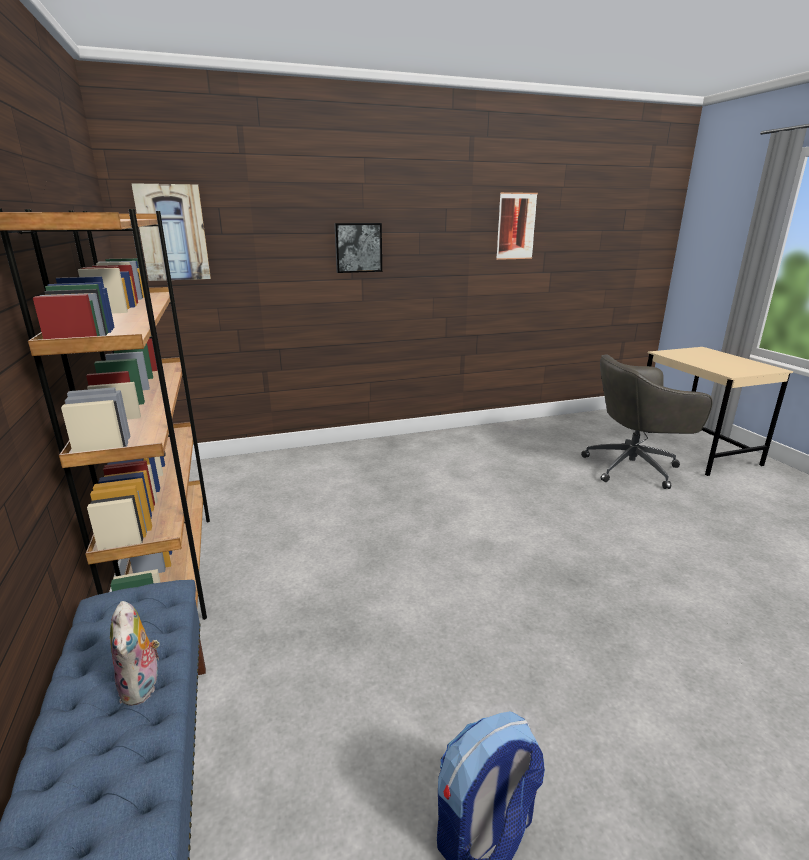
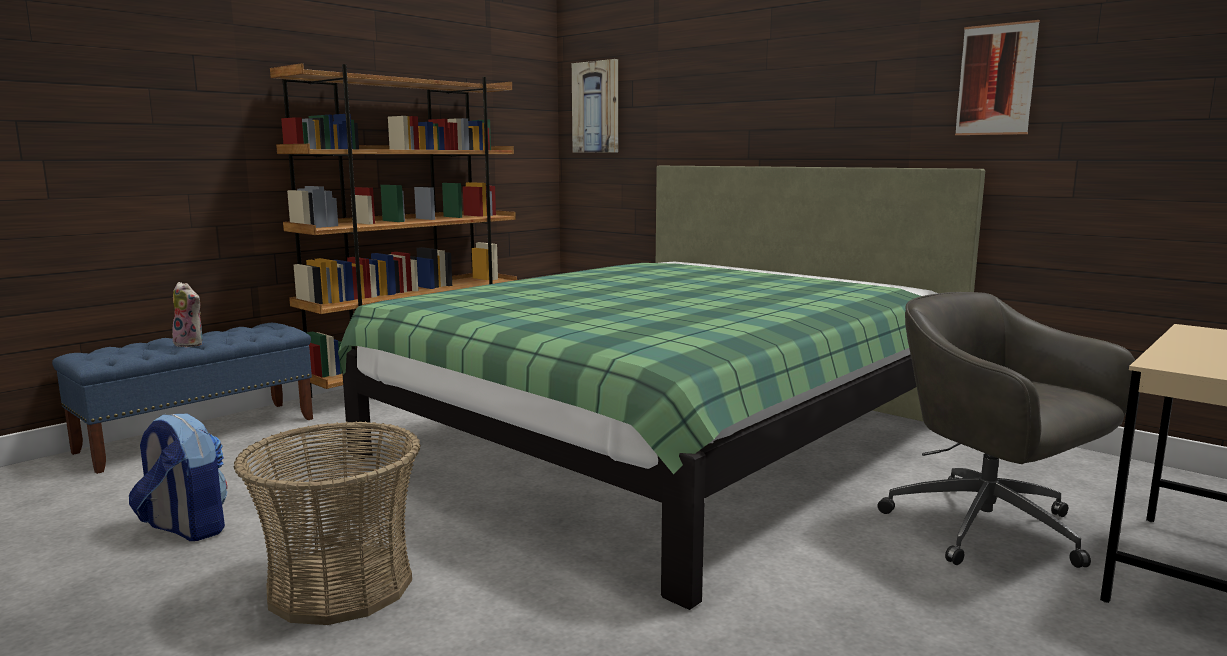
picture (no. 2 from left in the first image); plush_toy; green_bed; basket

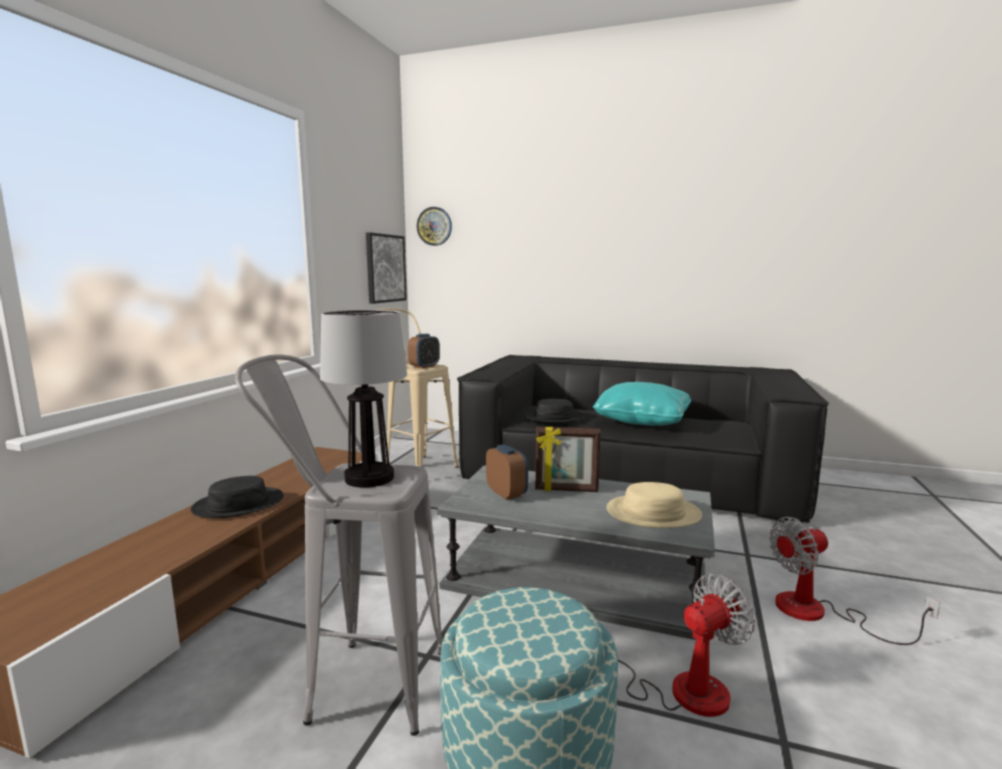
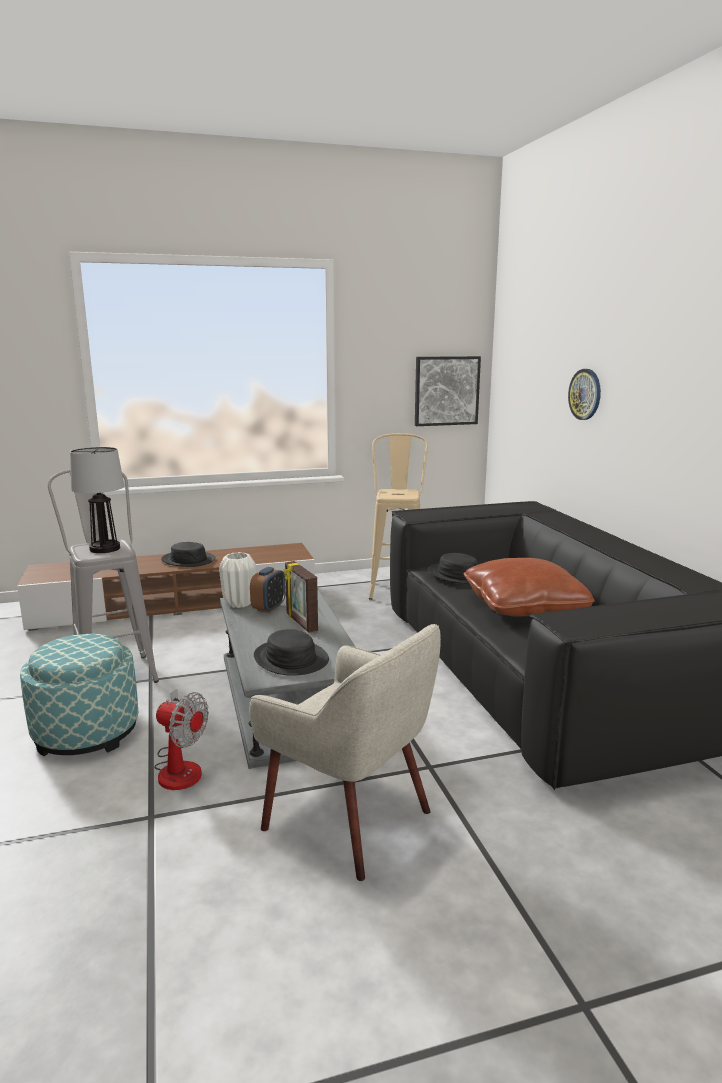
wall_clock; alarm_clock (no. 1 from left in the first image); brown_pillow; black_hat (no. 2 from left); beige_armchair; white_vase

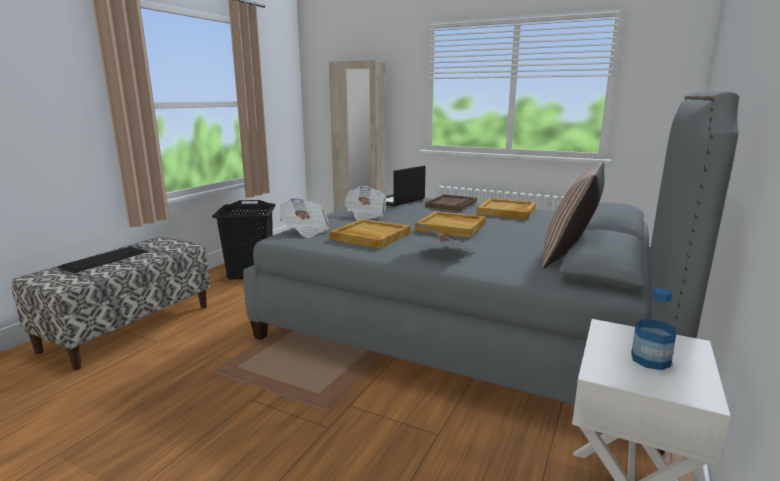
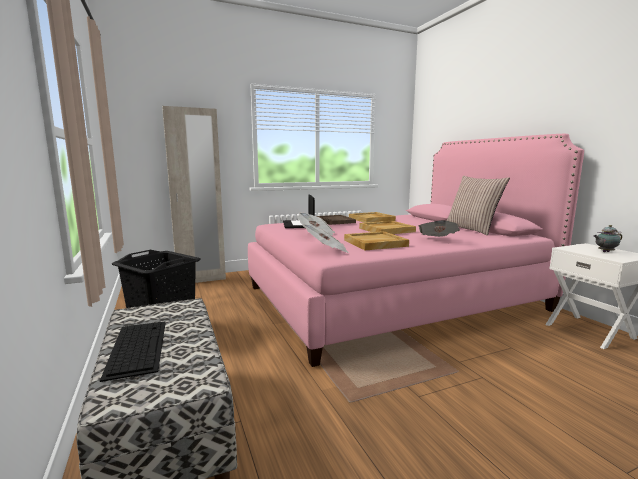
pink_bed; teapot

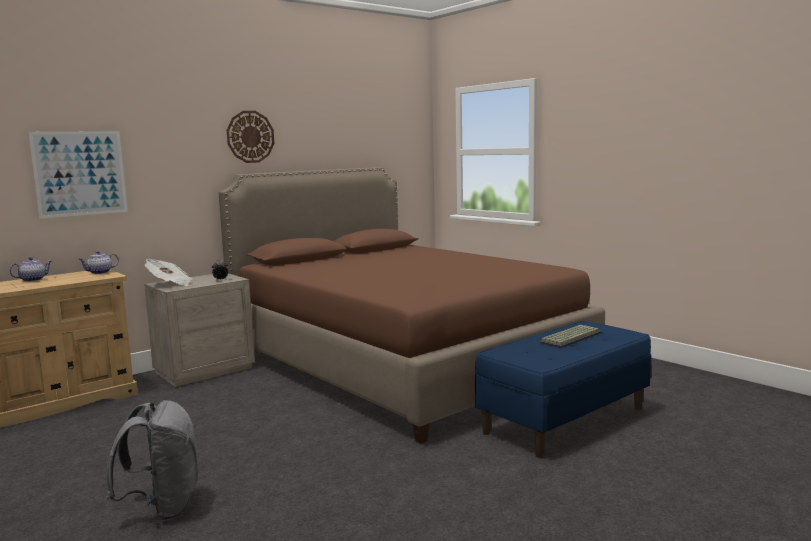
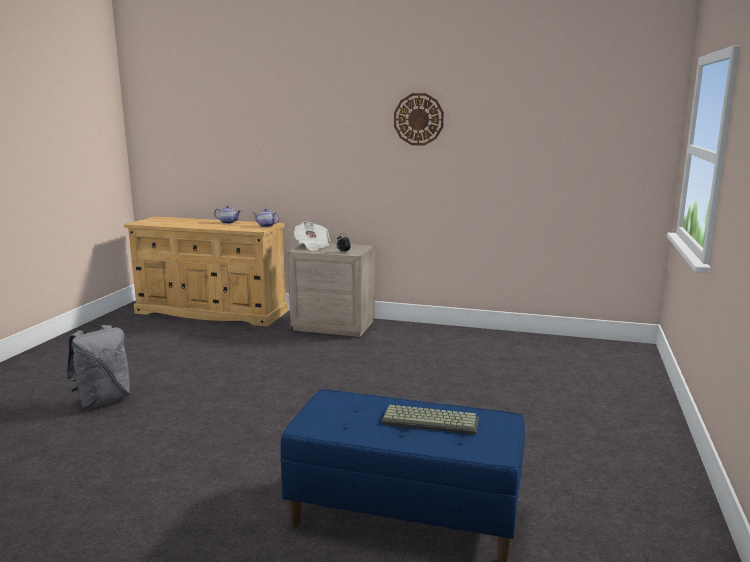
picture; brown_bed

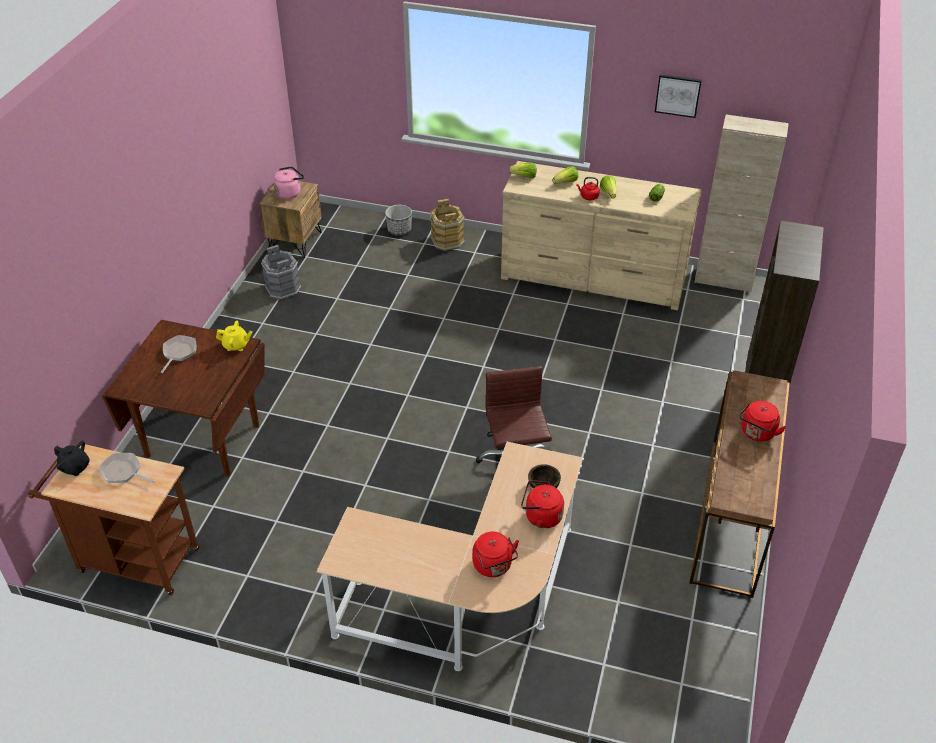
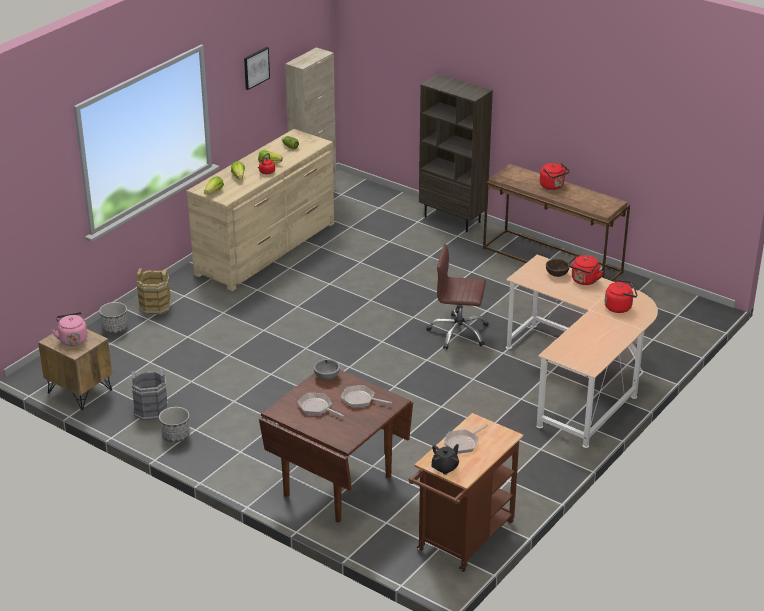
grey_bowl; frying_pan (no. 2 from left); planter (no. 2 from left)

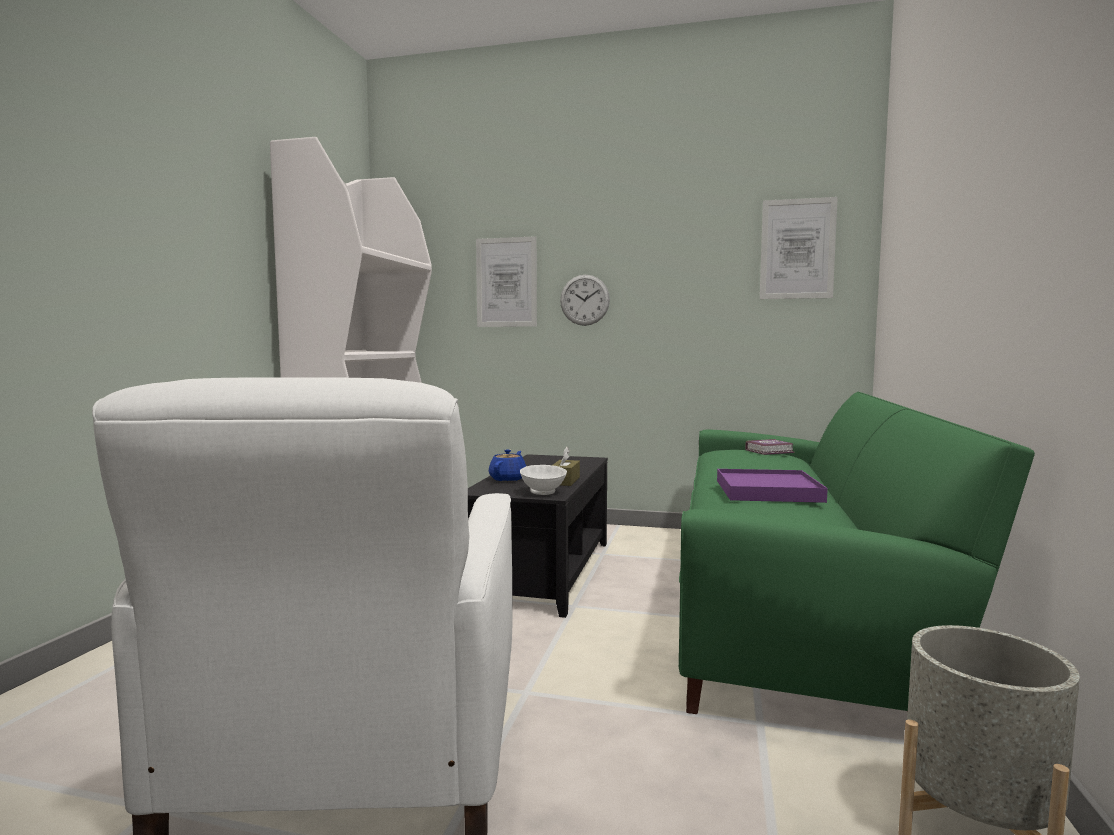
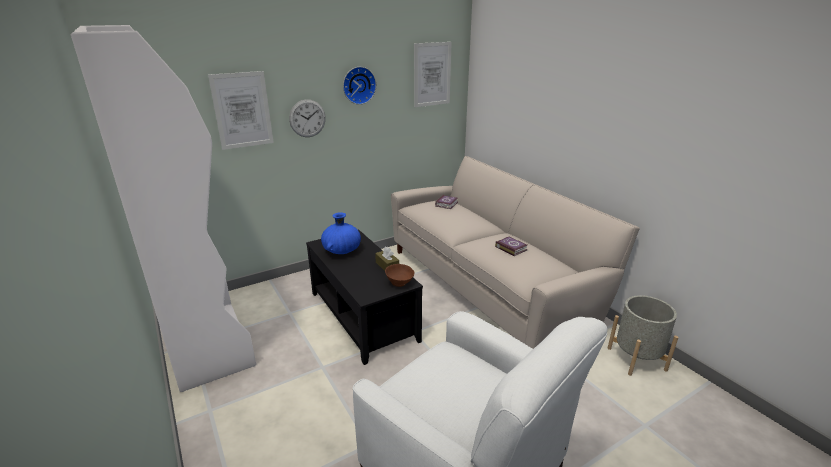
beige_sofa; blue_teapot; brown_bowl; book (no. 2 from left); wall_clock (no. 2 from left); blue_vase

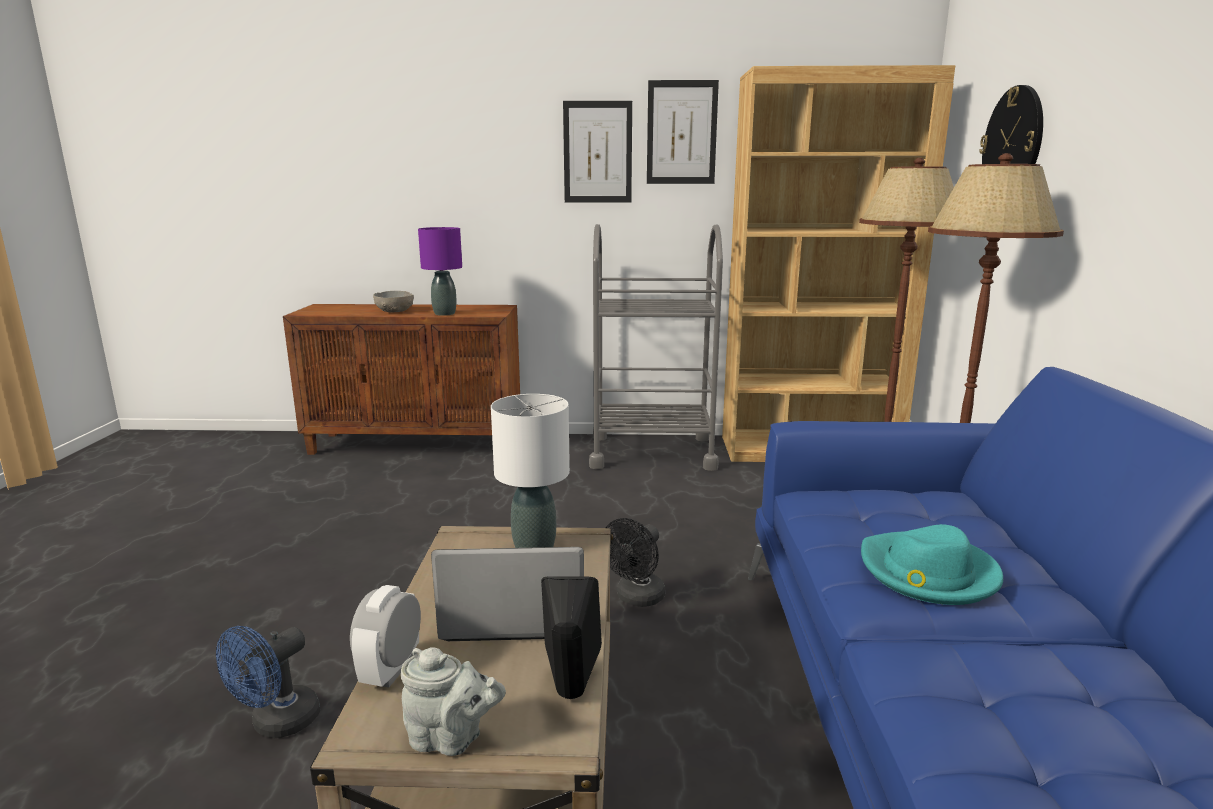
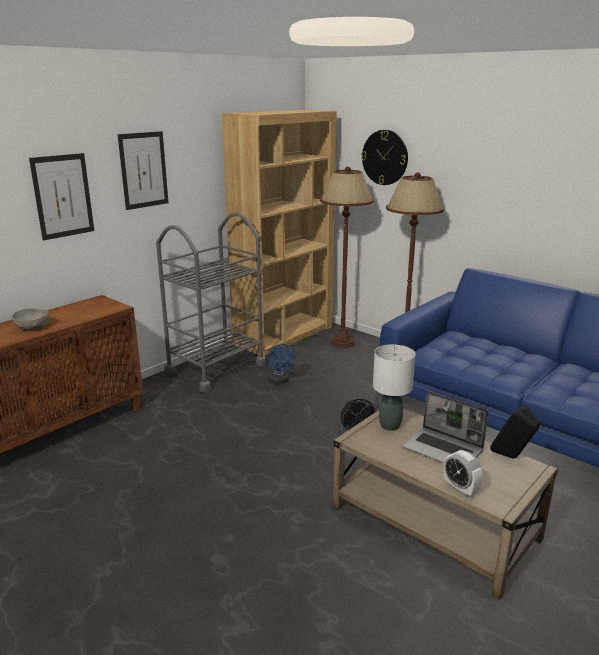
picture (no. 1 from left); purple_table_lamp; turquoise_hat; laptop; blue_fan; grey_teapot

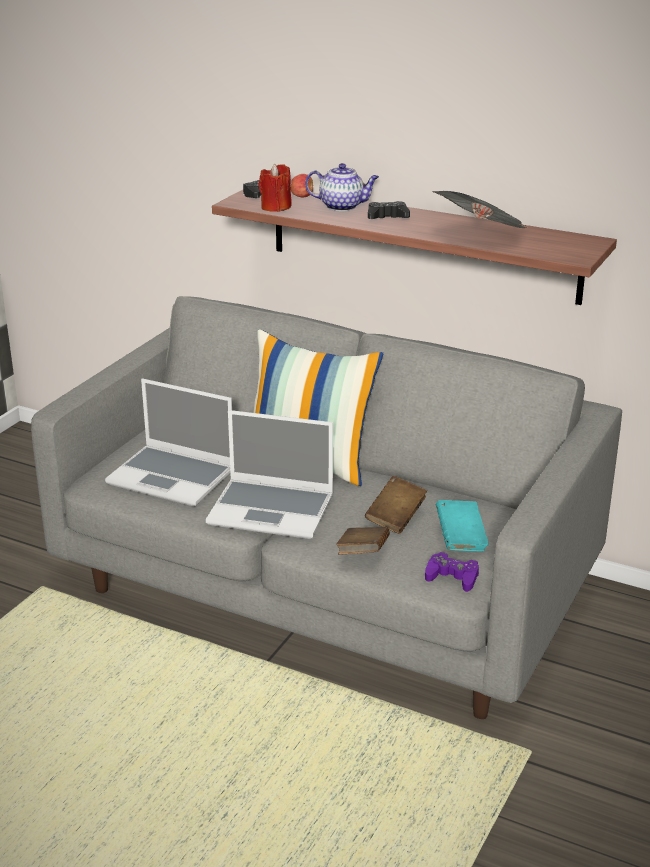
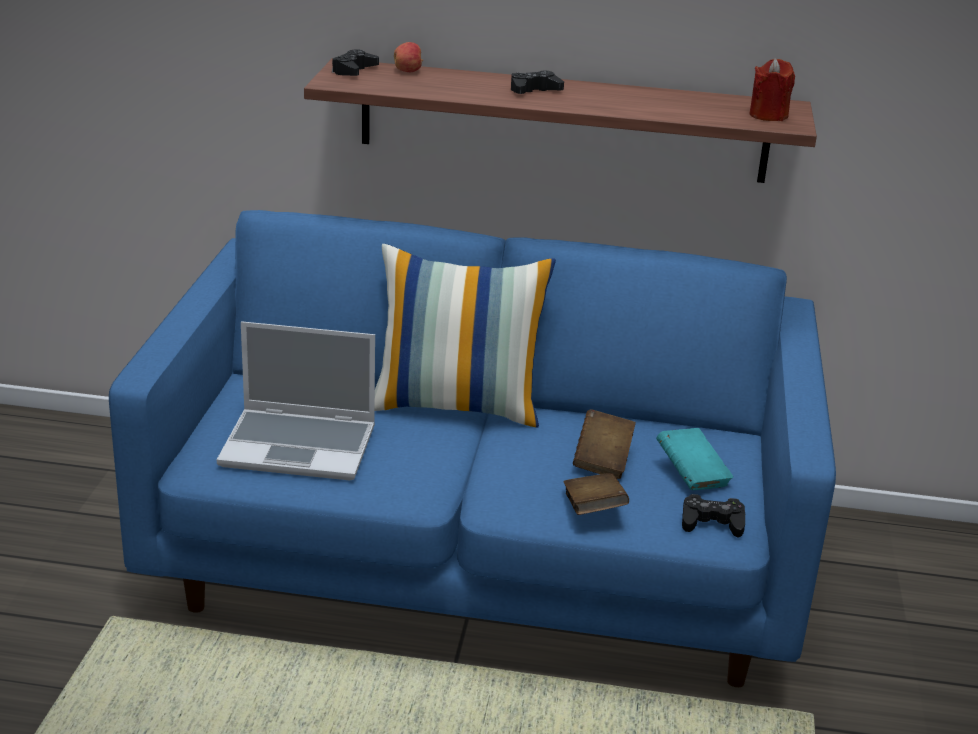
teapot; red_candle; newspaper; blue_sofa; laptop (no. 2 from left in the first image); black_game_controller (no. 3 from left)

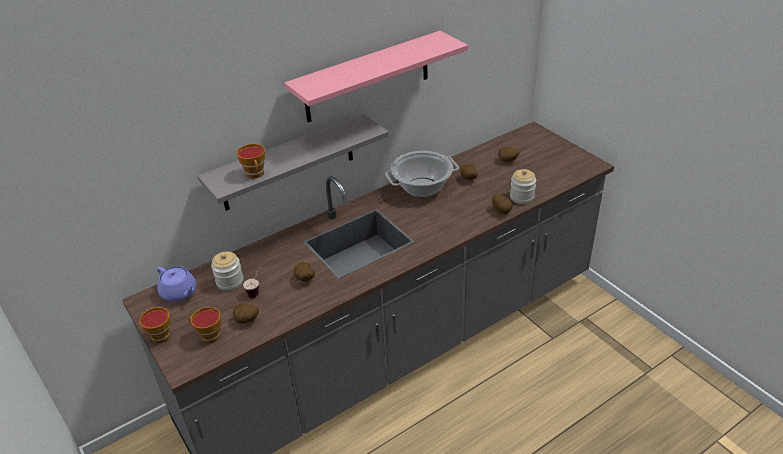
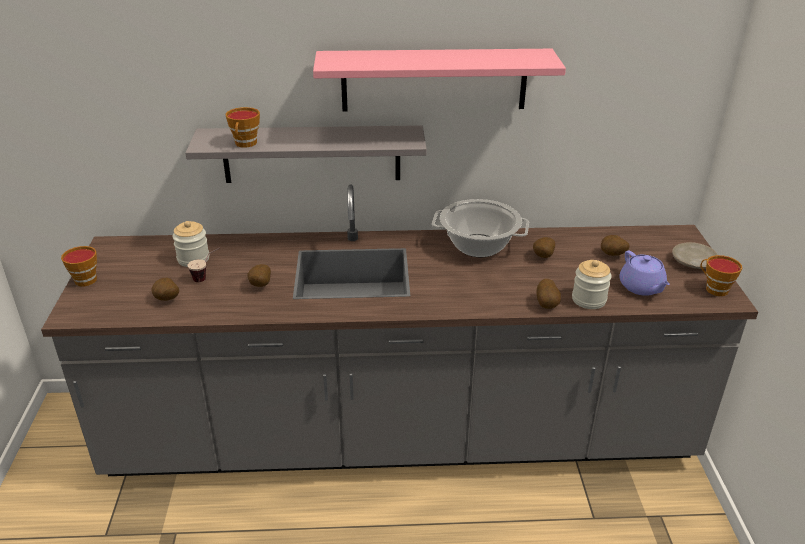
purple_teapot; cup (no. 4 from left); beige_plate

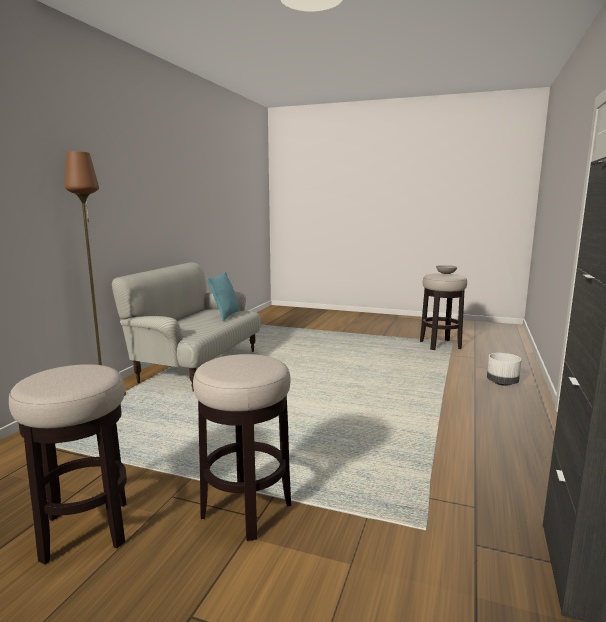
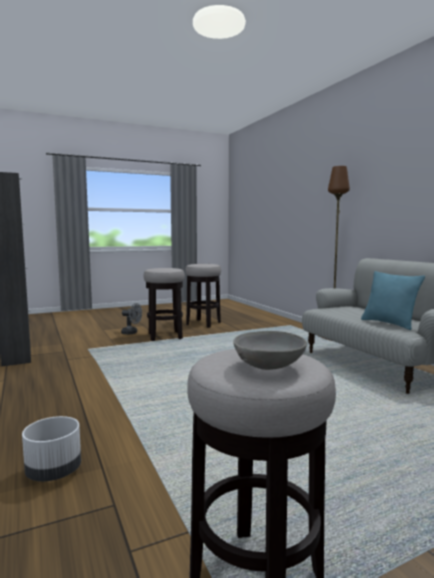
grey_fan

